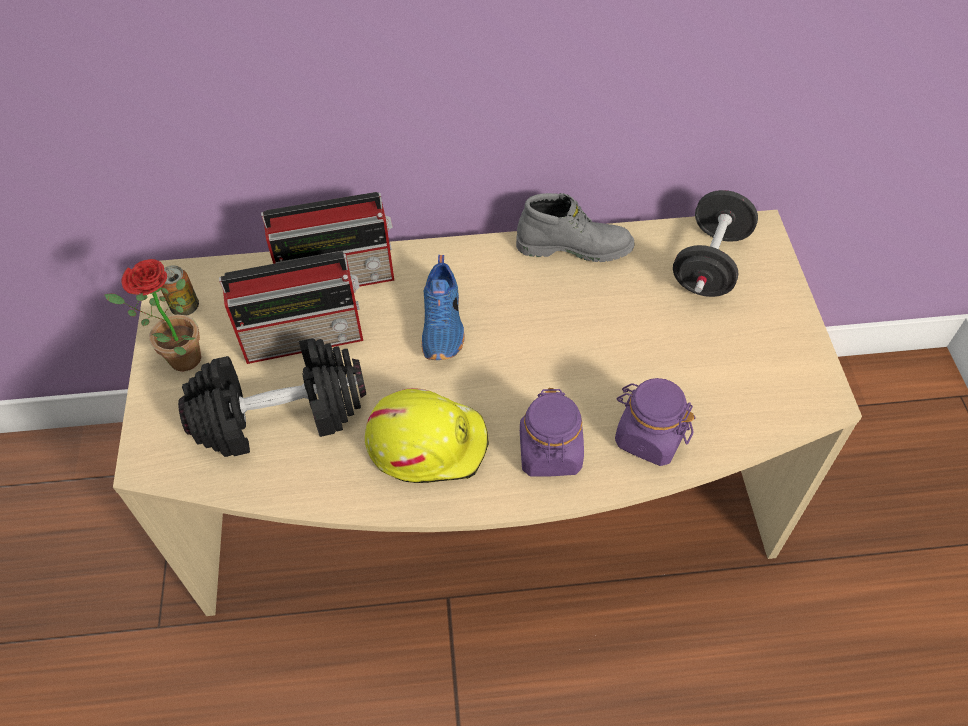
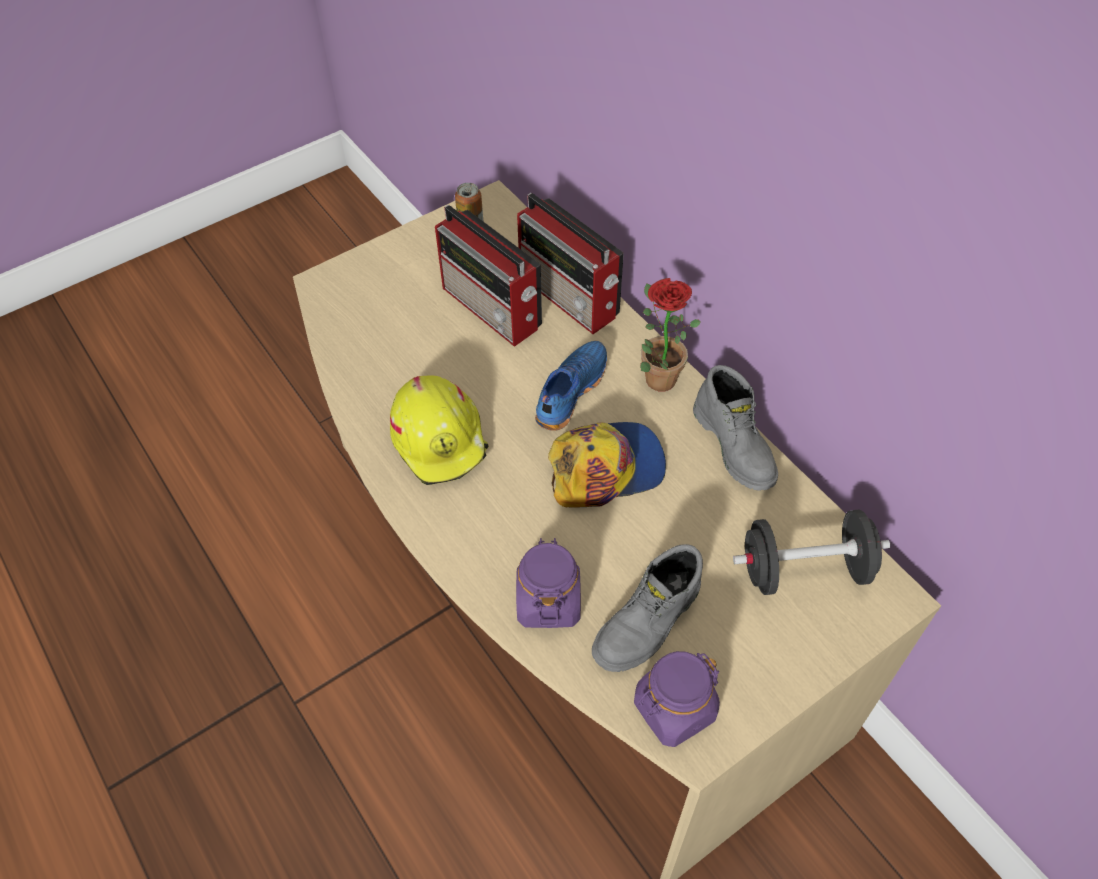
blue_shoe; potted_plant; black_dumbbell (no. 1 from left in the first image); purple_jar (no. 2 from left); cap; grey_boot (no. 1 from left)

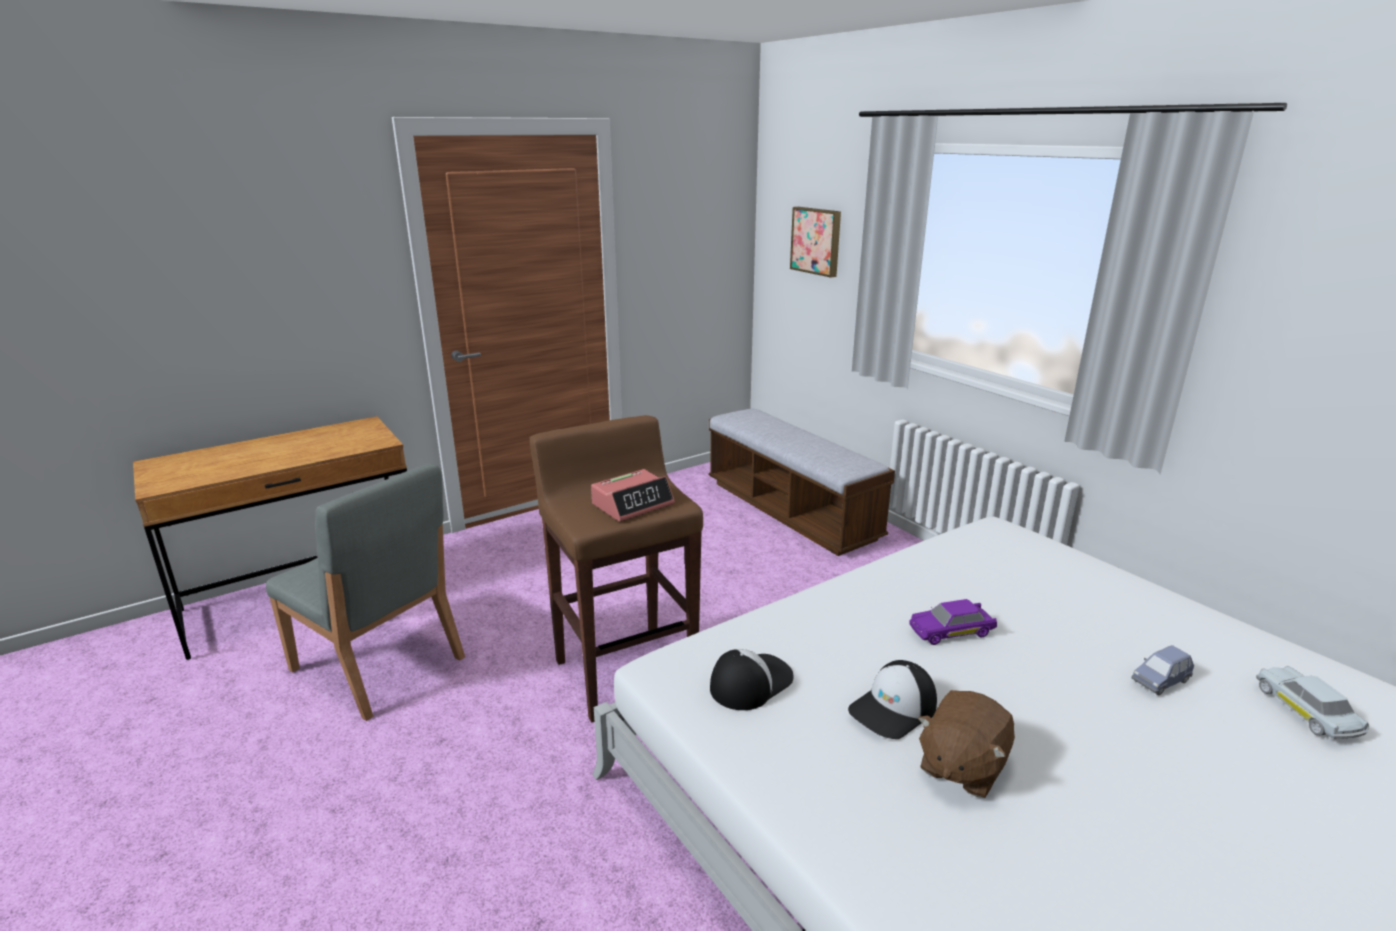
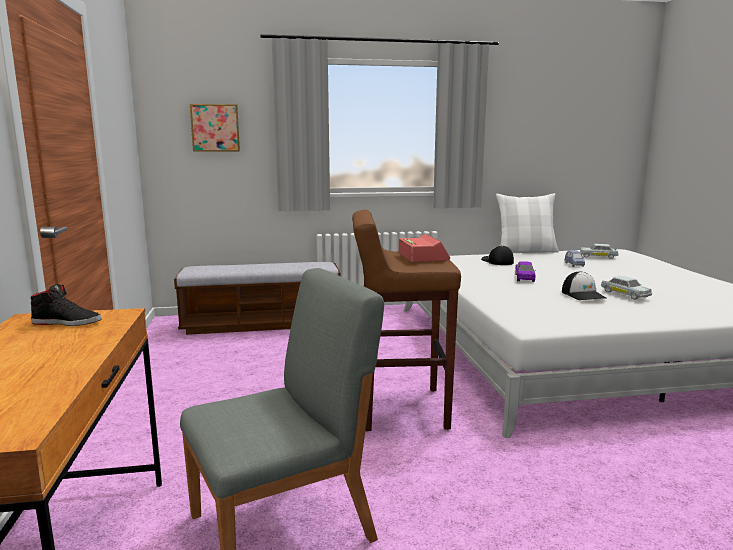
cap (no. 1 from left); white_toy_car (no. 2 from left); white_pillow; black_shoe

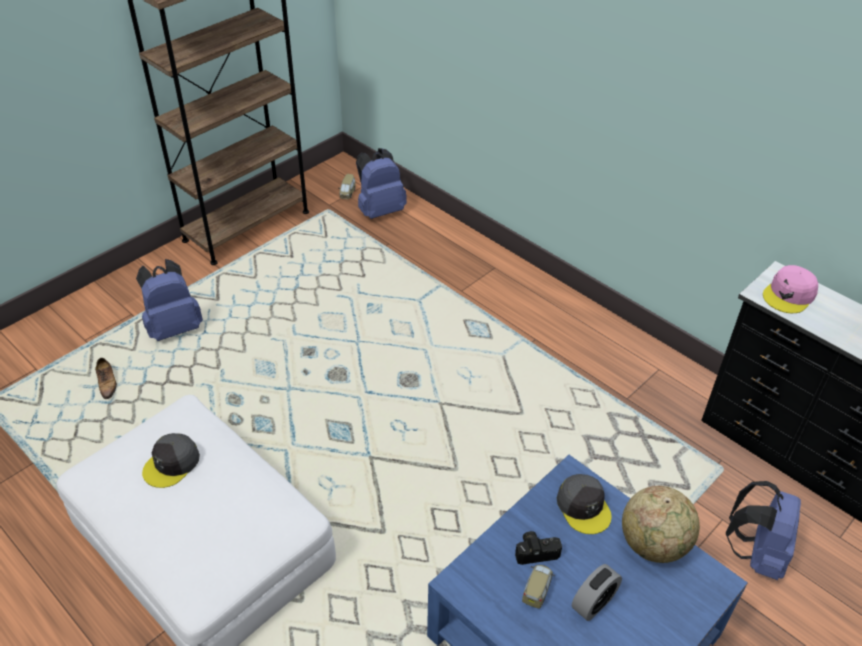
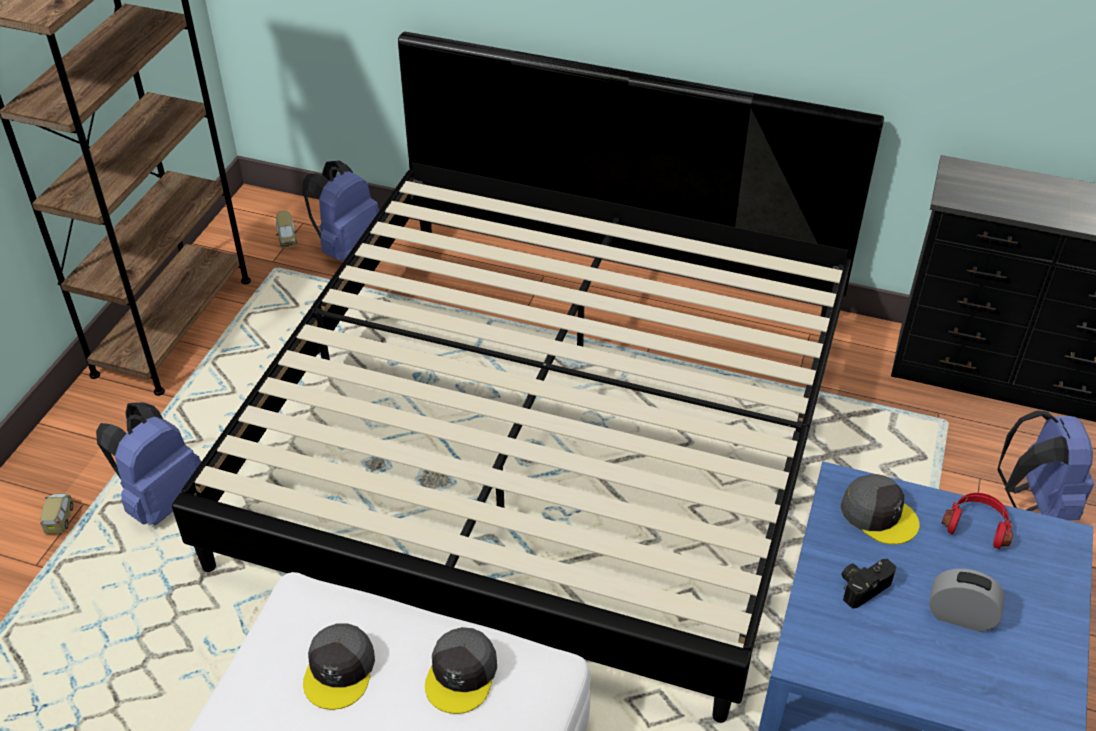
pink_cap; shoe; red_headphones; alarm_clock; toy_car (no. 1 from left); bed; grey_cap (no. 2 from left)

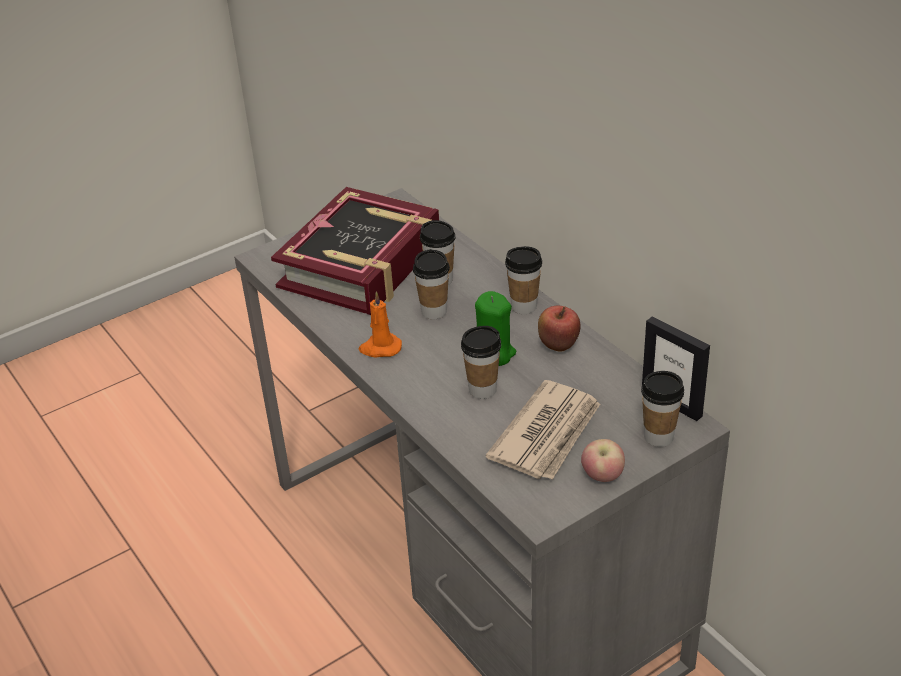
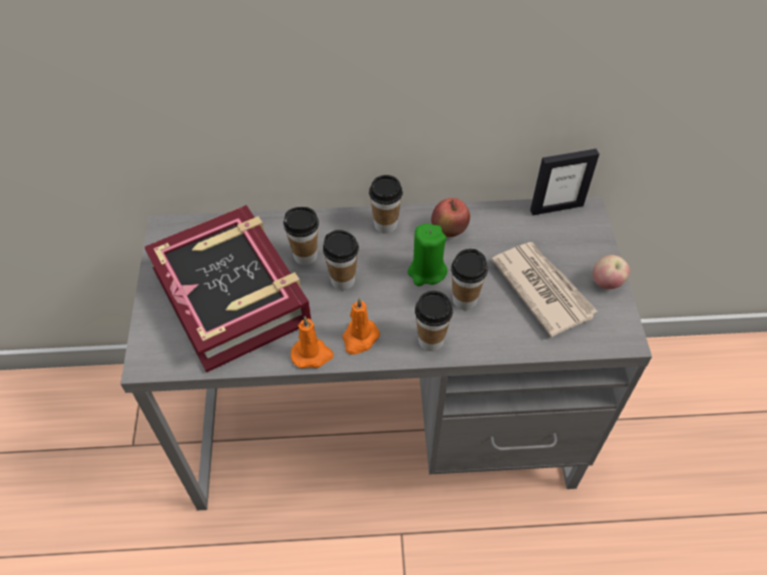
cup (no. 4 from left); orange_candle (no. 1 from left)

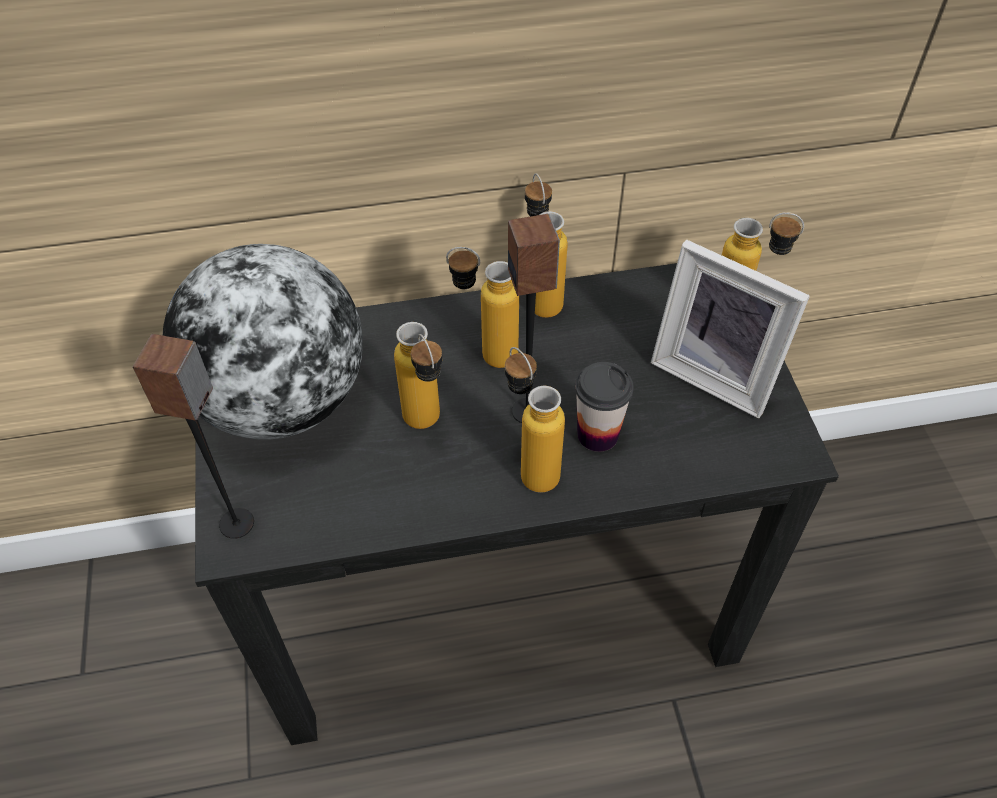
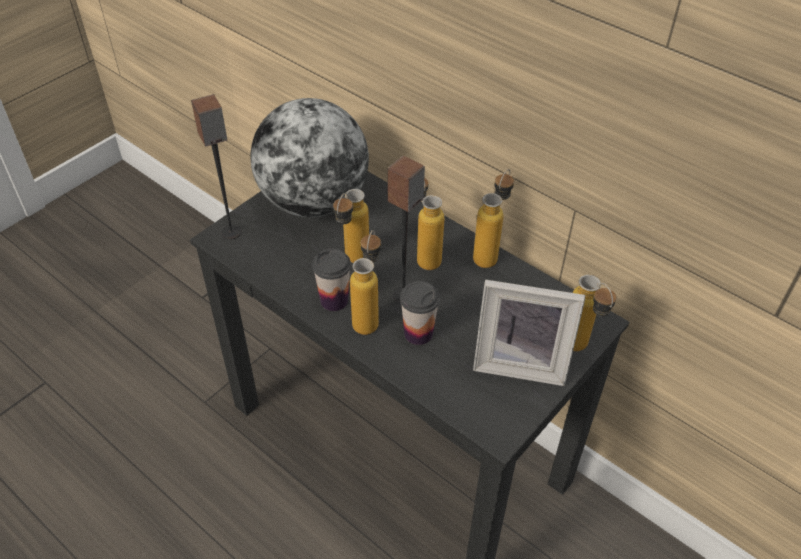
picture_frame; cup (no. 1 from left)

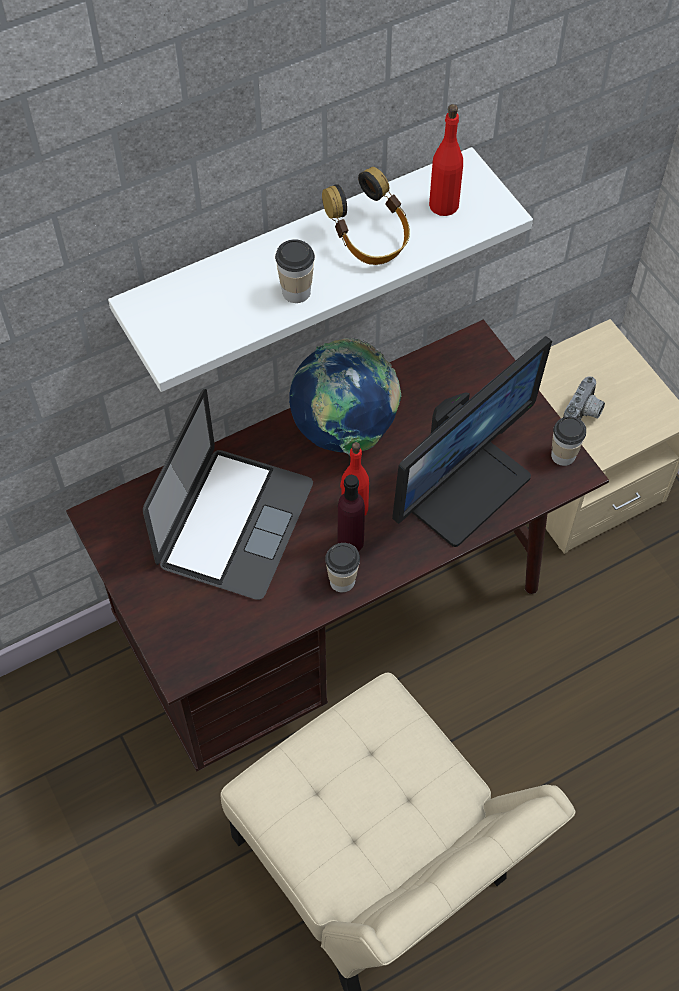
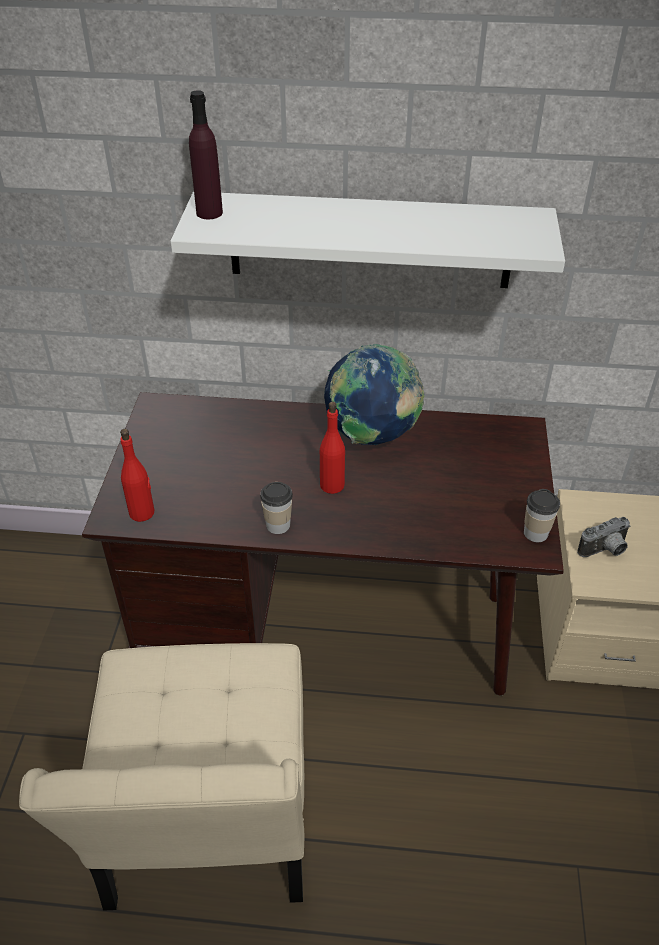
red_bottle (no. 1 from left); headphones; cup (no. 1 from left in the first image); monitor; laptop; purple_bottle

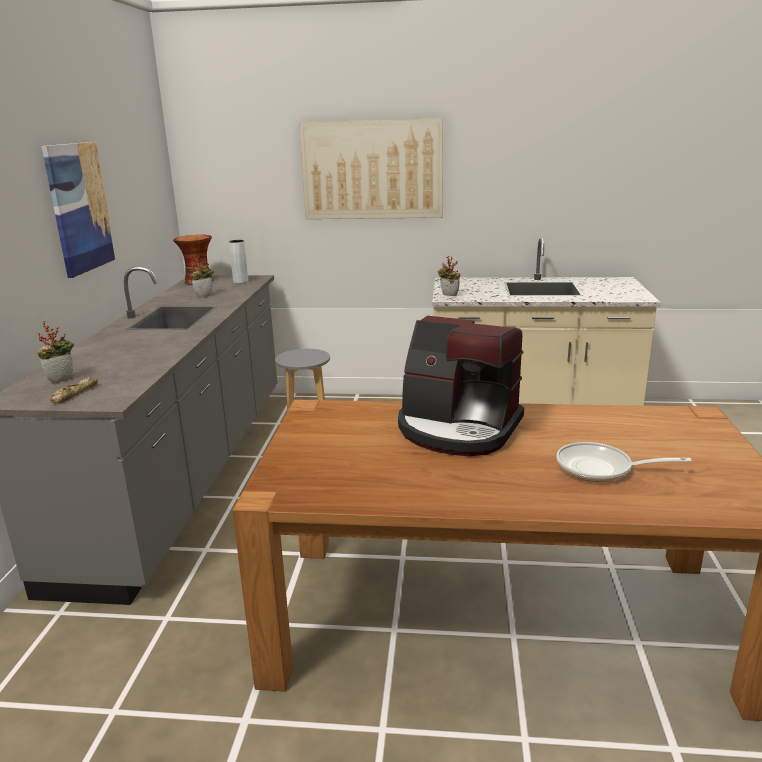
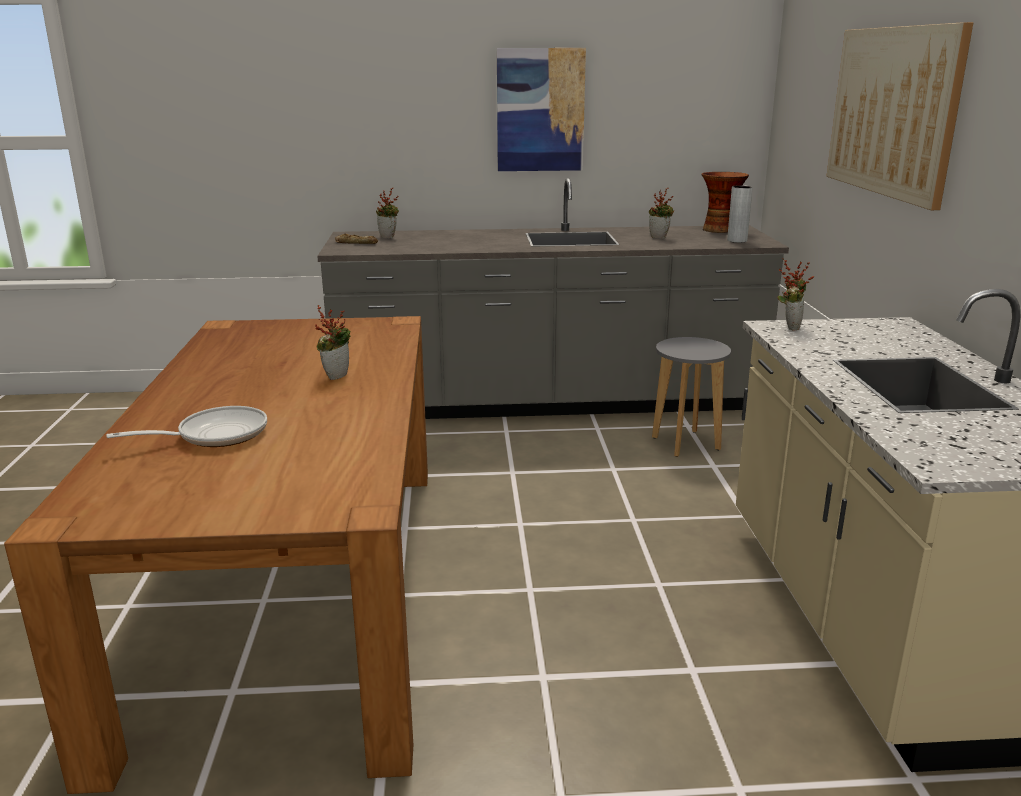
potted_plant (no. 1 from left); frying_pan

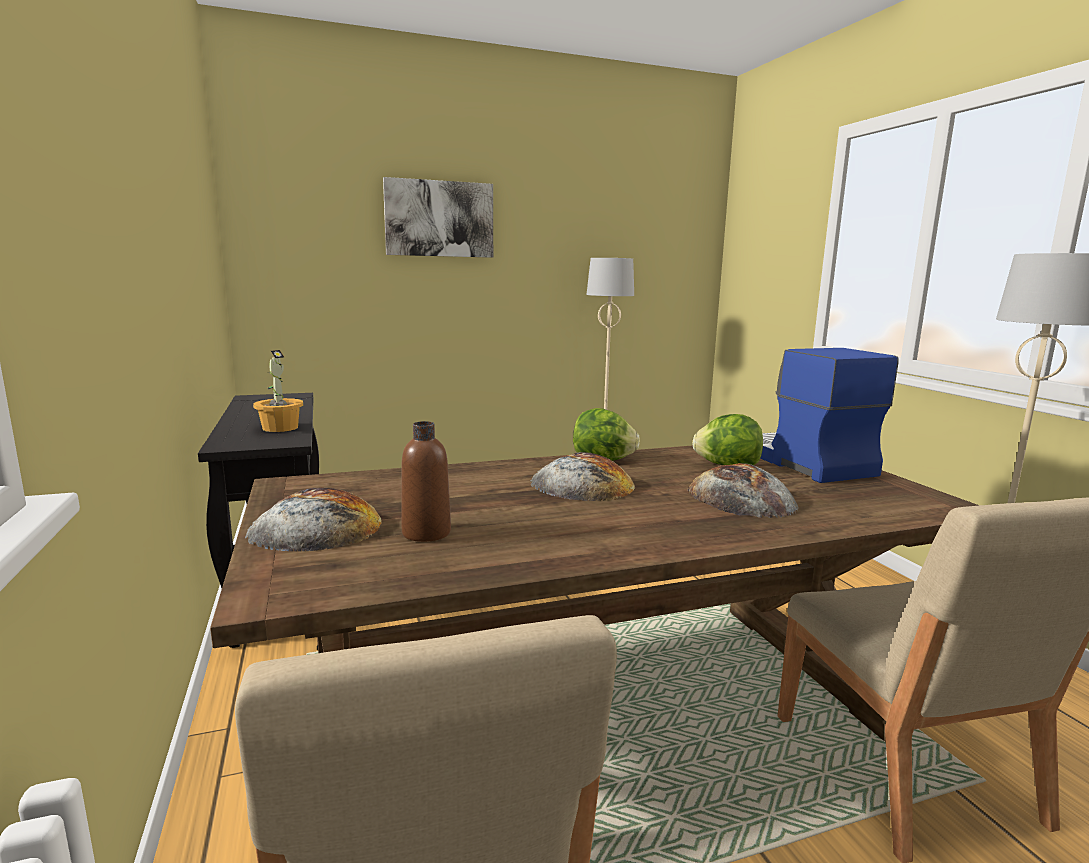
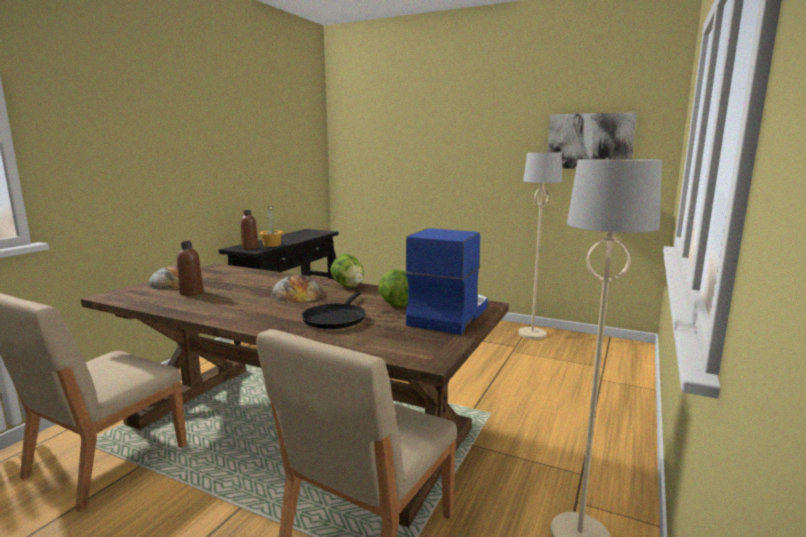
picture; black_frying_pan; brown_bottle (no. 2 from left)

